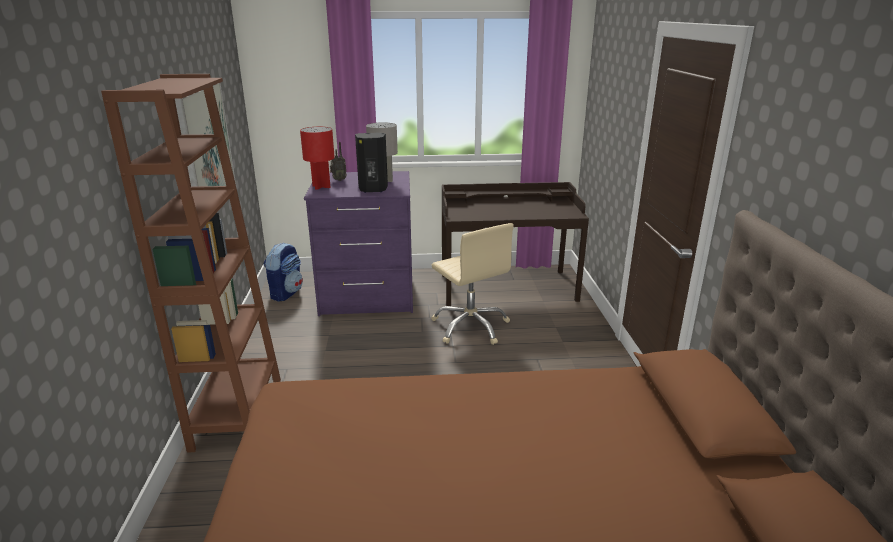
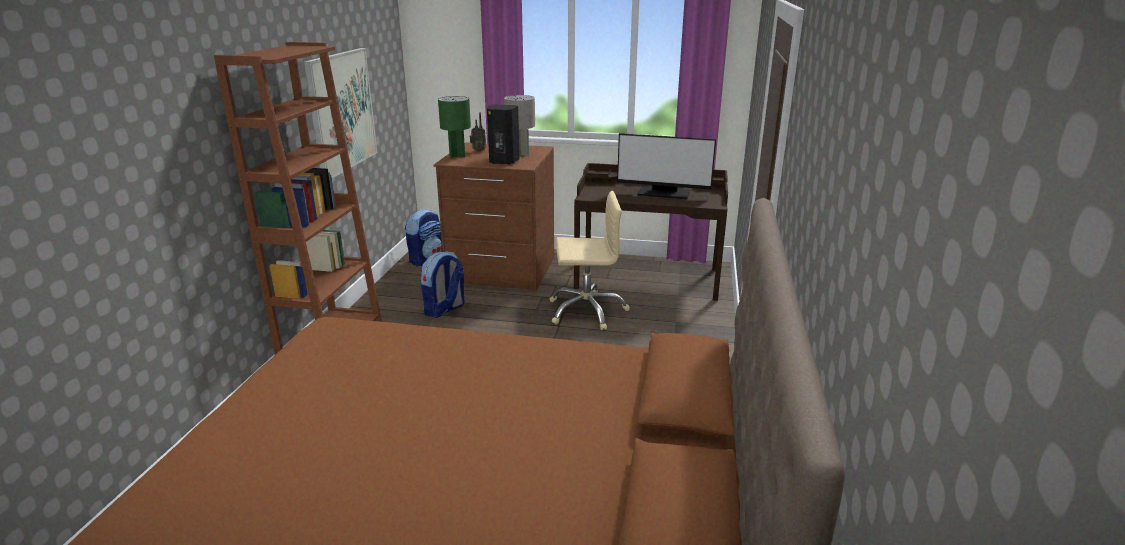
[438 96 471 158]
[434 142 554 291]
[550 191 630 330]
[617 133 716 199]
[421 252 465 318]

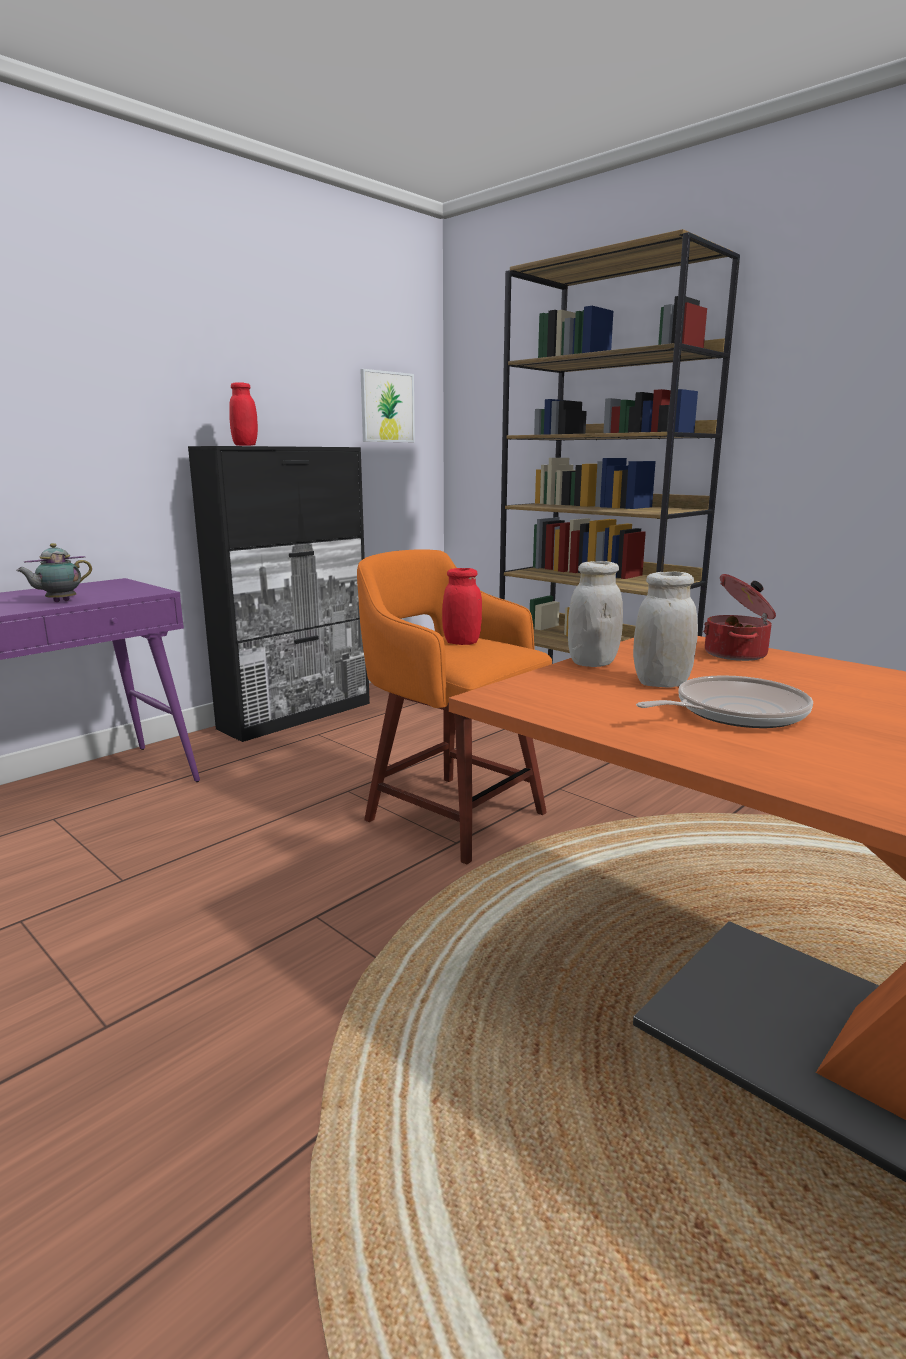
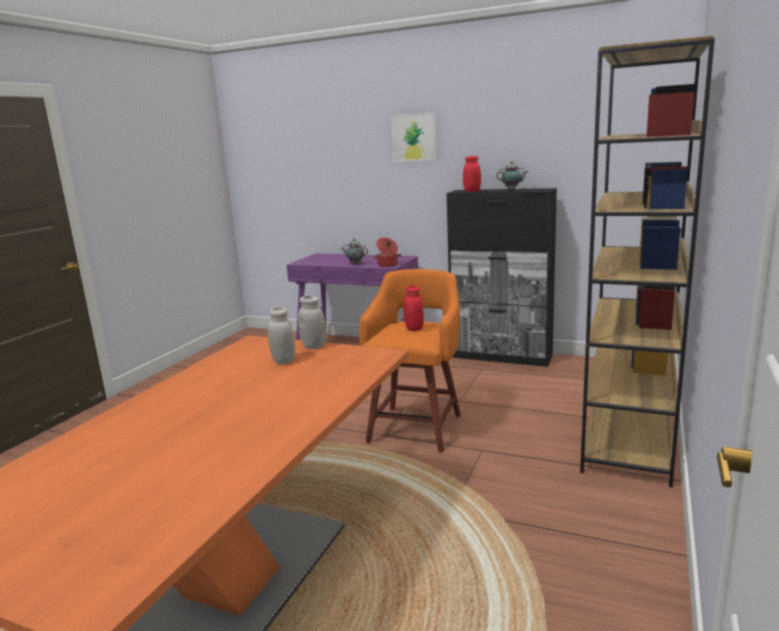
[391 112 437 162]
[373 237 402 267]
[636 675 813 728] (first image)
[496 161 528 190]

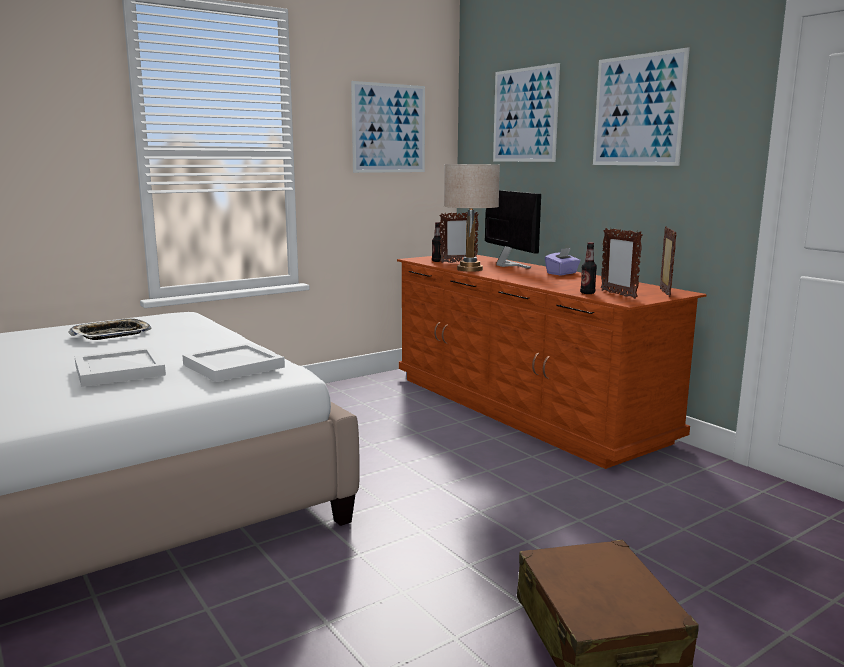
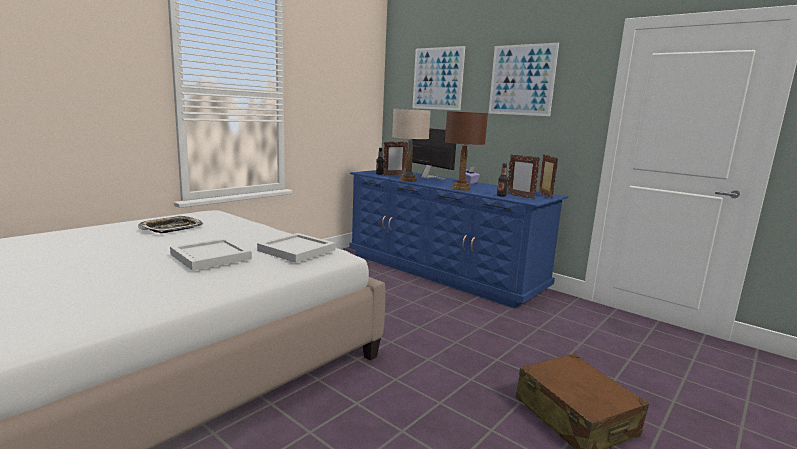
[351 81 425 173] (first image)
[349 169 568 308]
[445 111 488 191]

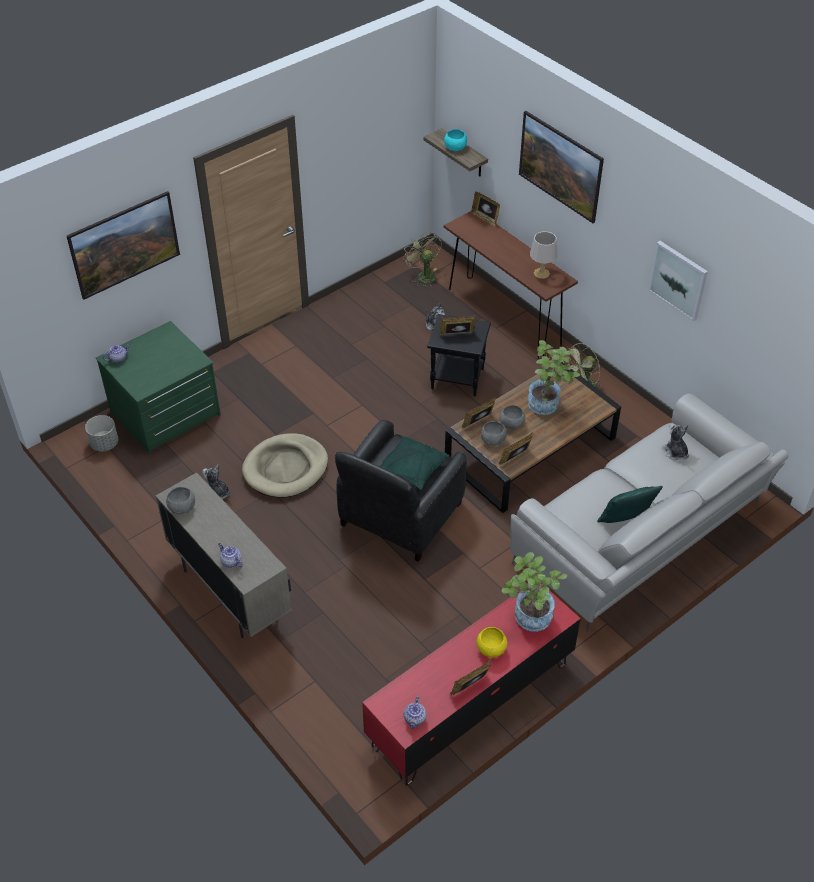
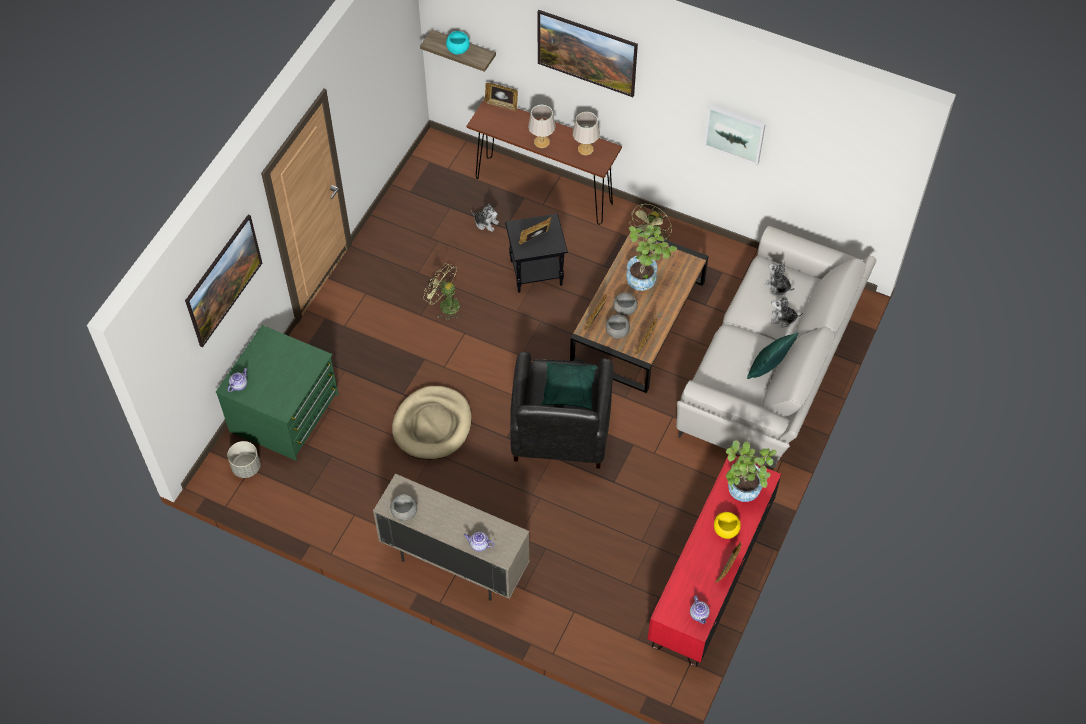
[423 263 461 320]
[771 293 803 327]
[528 105 556 148]

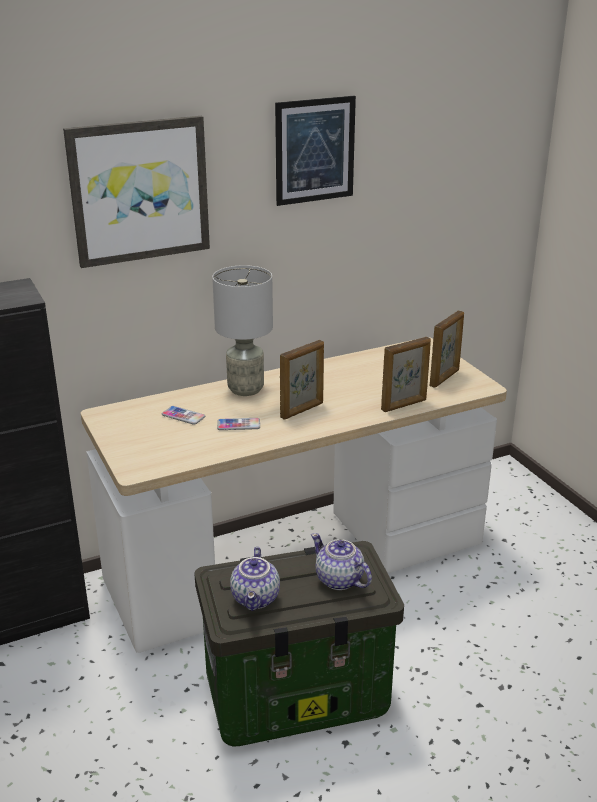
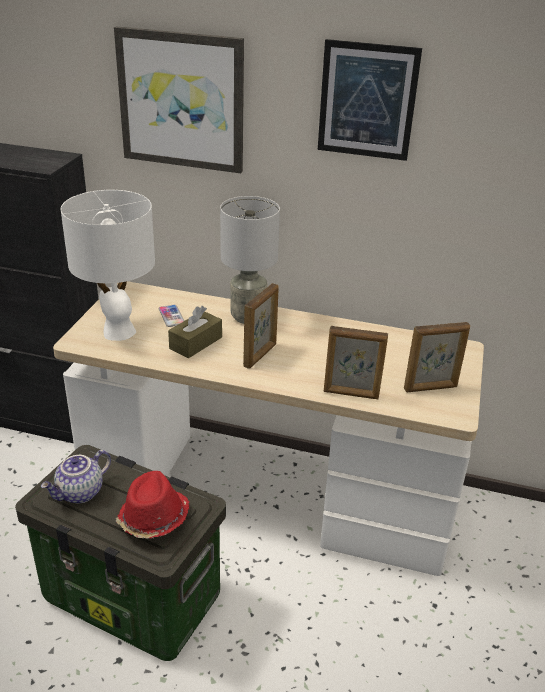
[243 283 279 369]
[168 306 222 358]
[115 471 189 538]
[61 190 155 341]

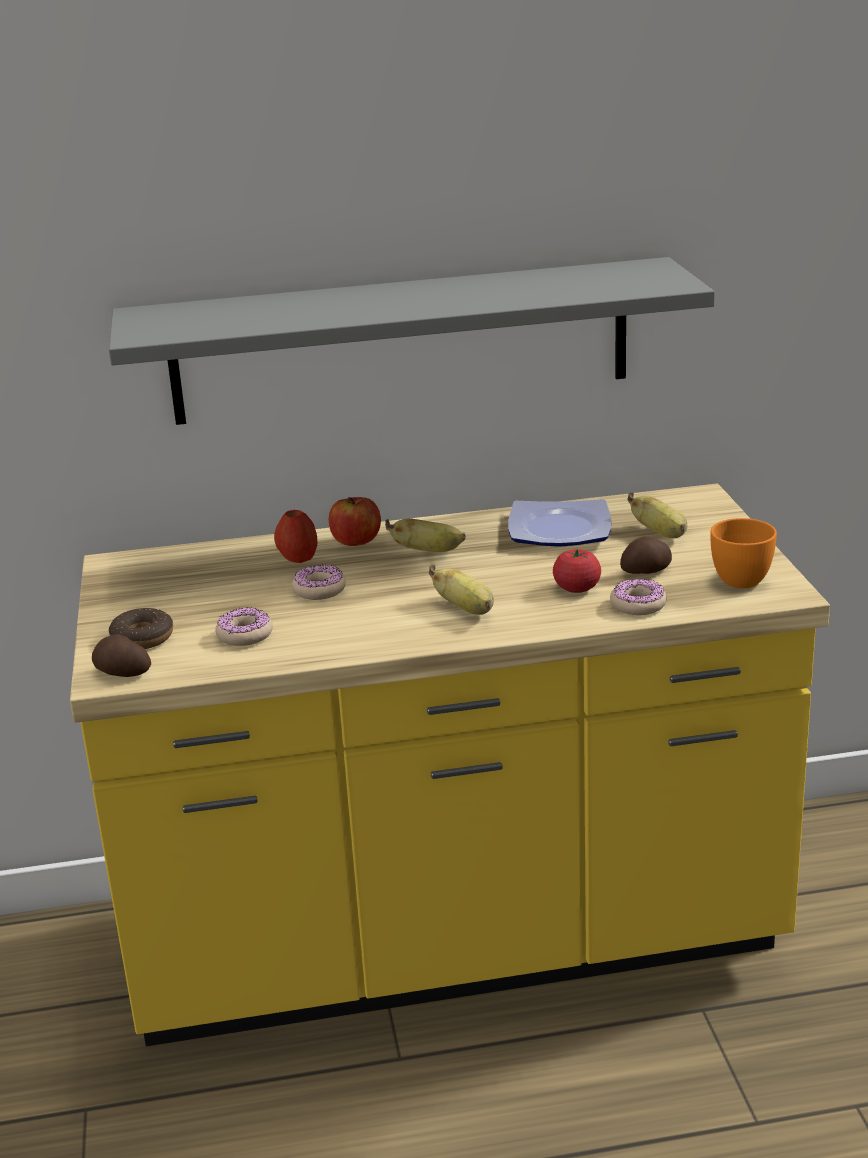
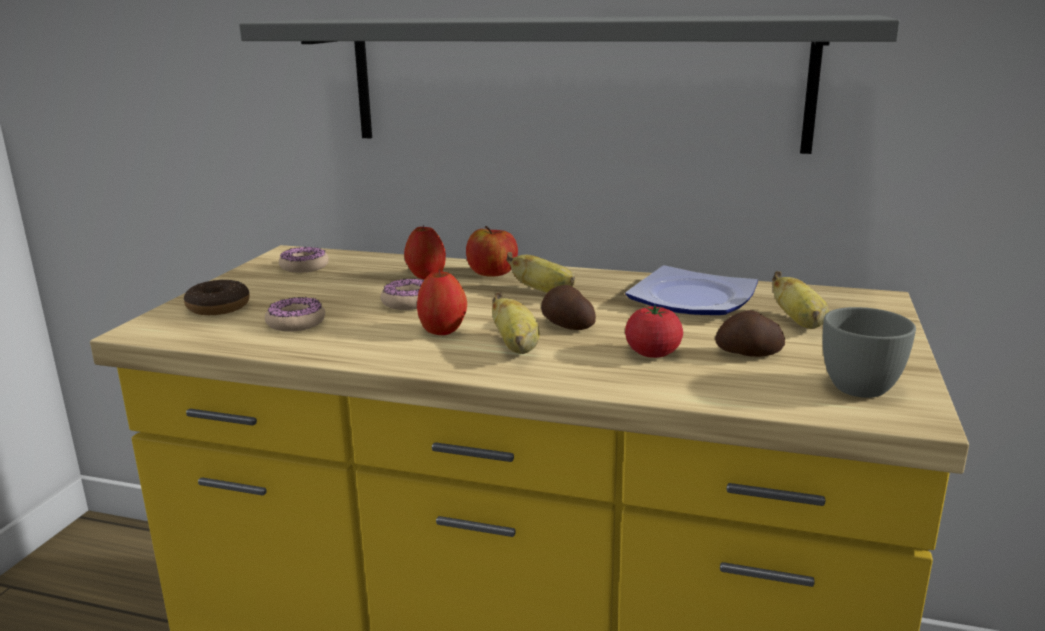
[823 307 916 398]
[279 246 329 273]
[541 285 596 330]
[417 269 467 335]

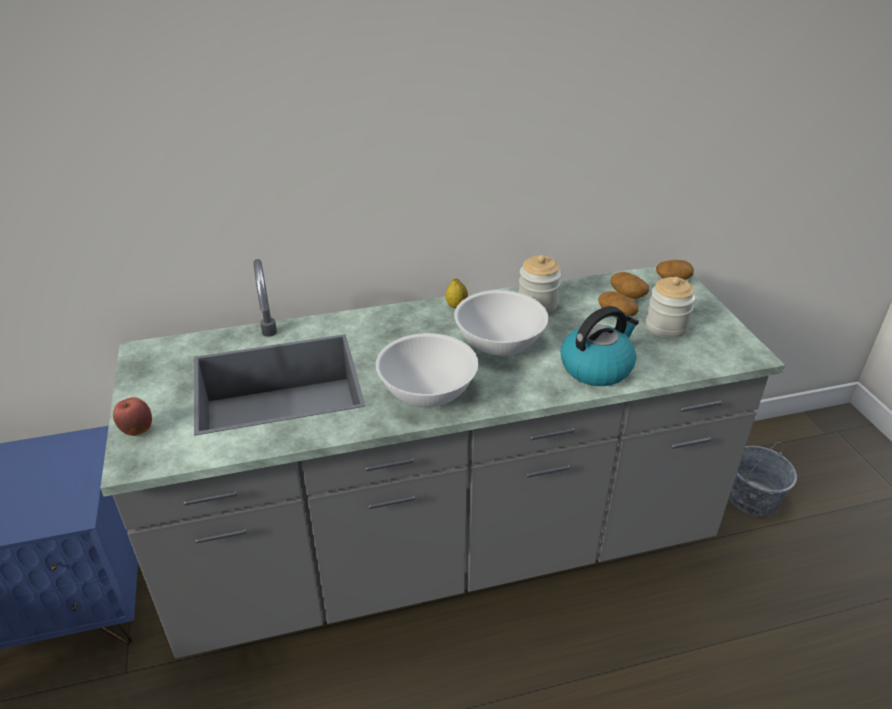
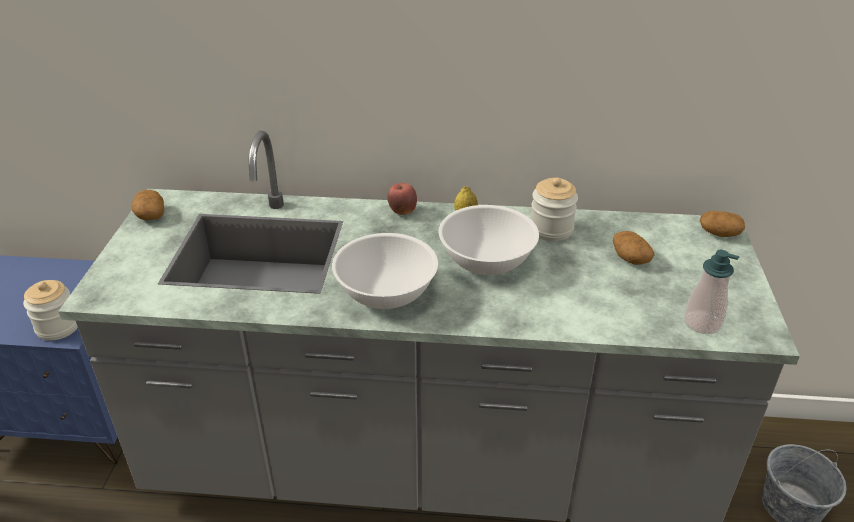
[131 190 164 220]
[23 280 78 341]
[561 306 639 386] (first image)
[388 183 417 215]
[684 250 739 334]

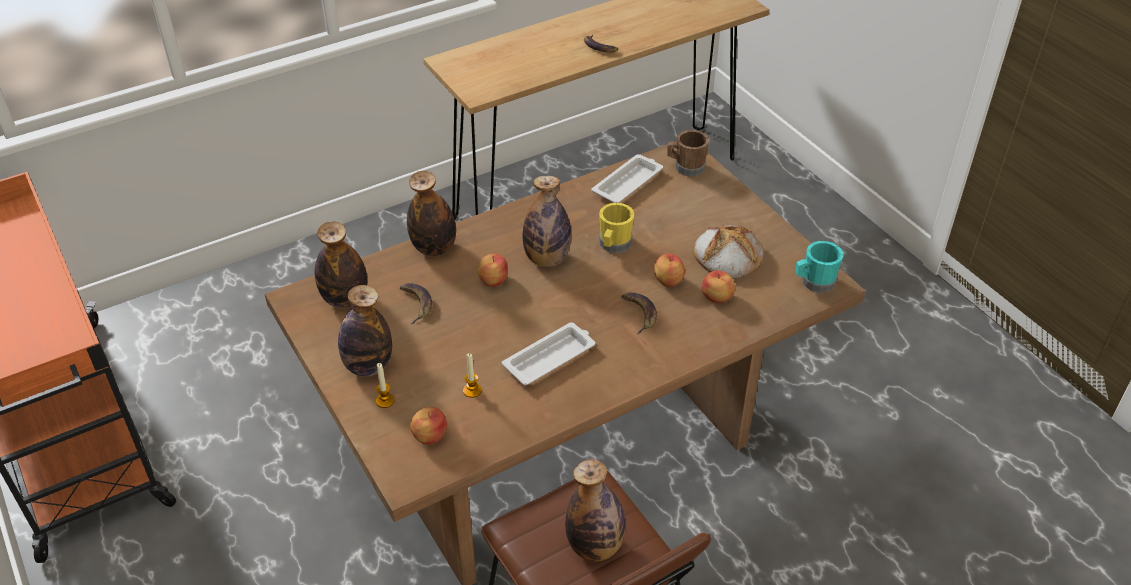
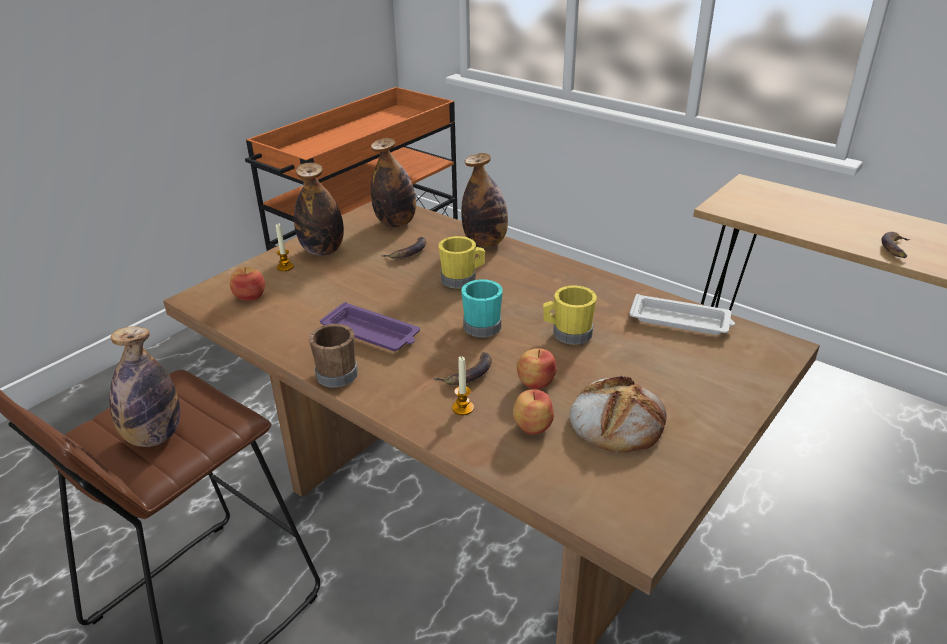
[309 324 358 388]
[523 175 571 267] (first image)
[461 280 503 338]
[439 236 485 289]
[320 302 420 351]
[452 356 474 415]

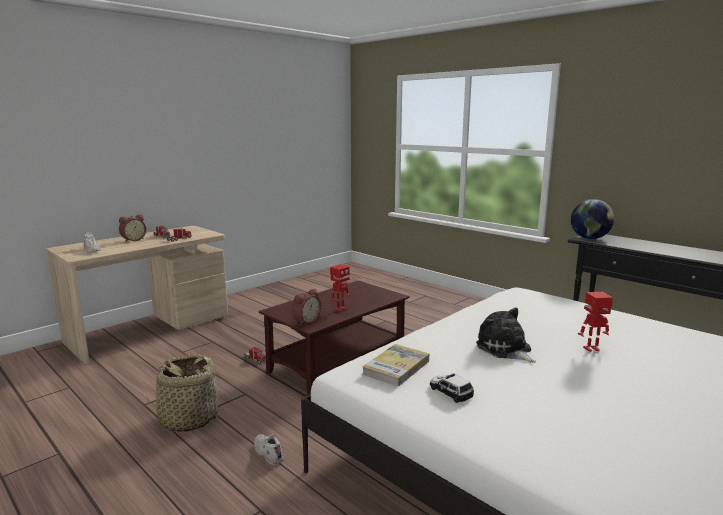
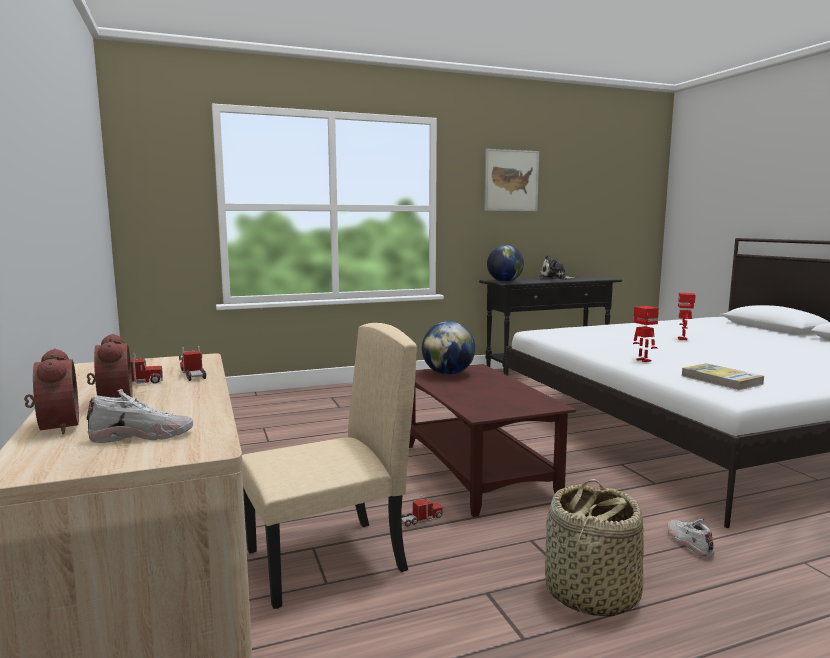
[633 306 659 362]
[24 348 79 434]
[539 255 575 280]
[430 373 474 403] (first image)
[668 519 715 558]
[484 149 539 211]
[422 321 475 375]
[242 323 417 609]

